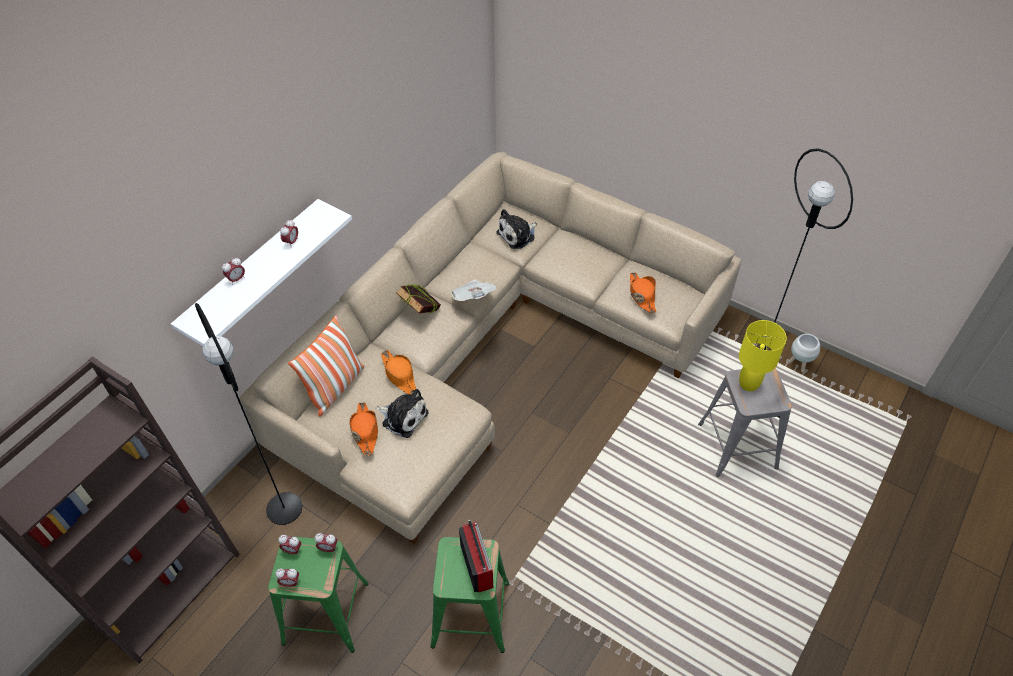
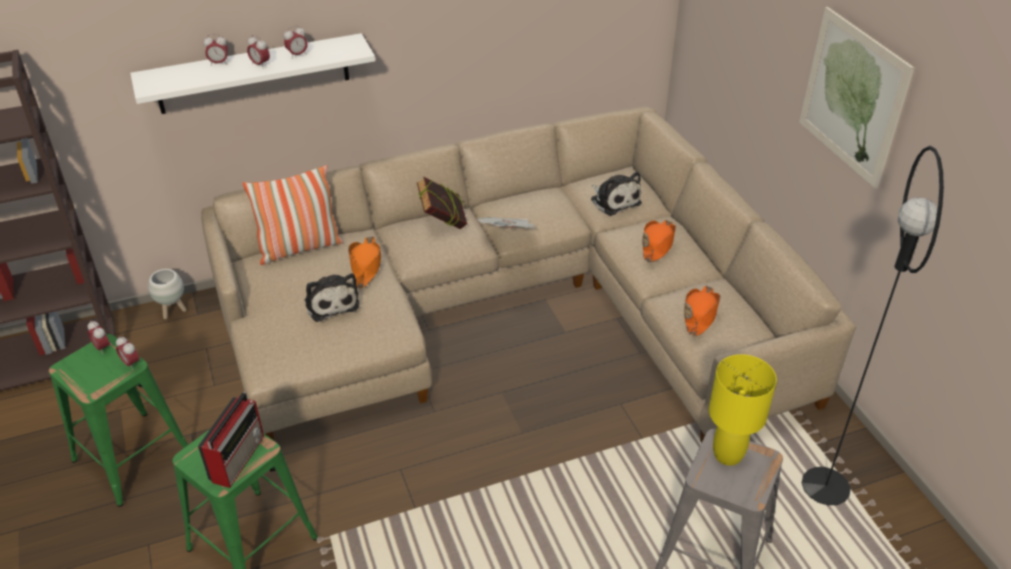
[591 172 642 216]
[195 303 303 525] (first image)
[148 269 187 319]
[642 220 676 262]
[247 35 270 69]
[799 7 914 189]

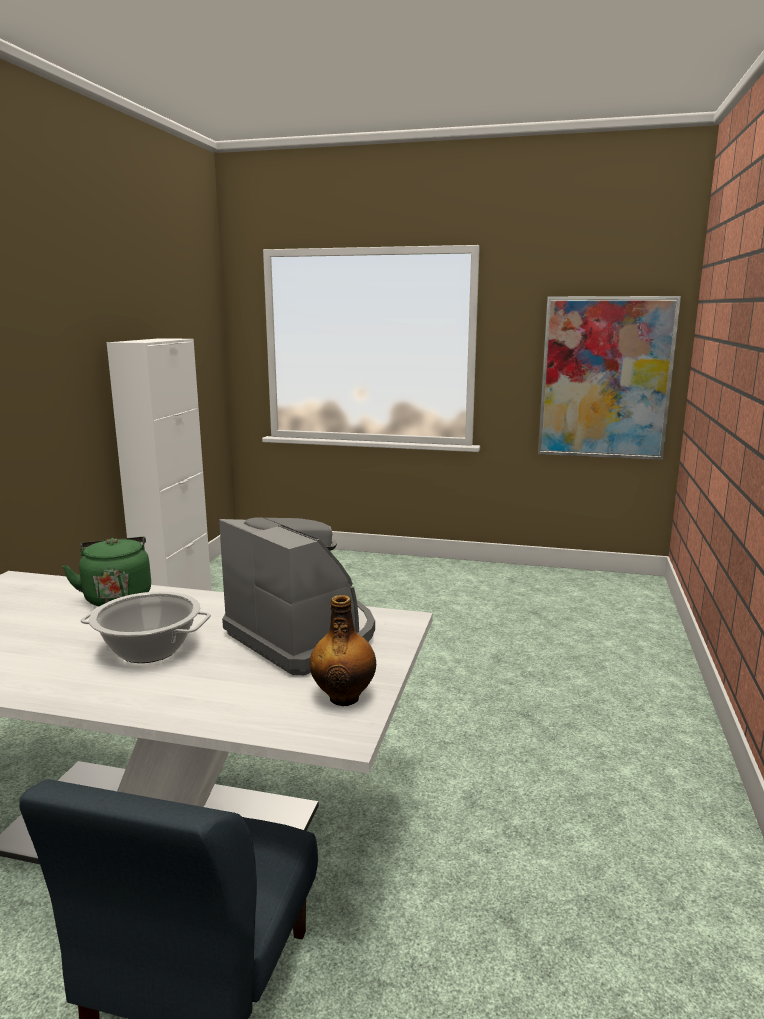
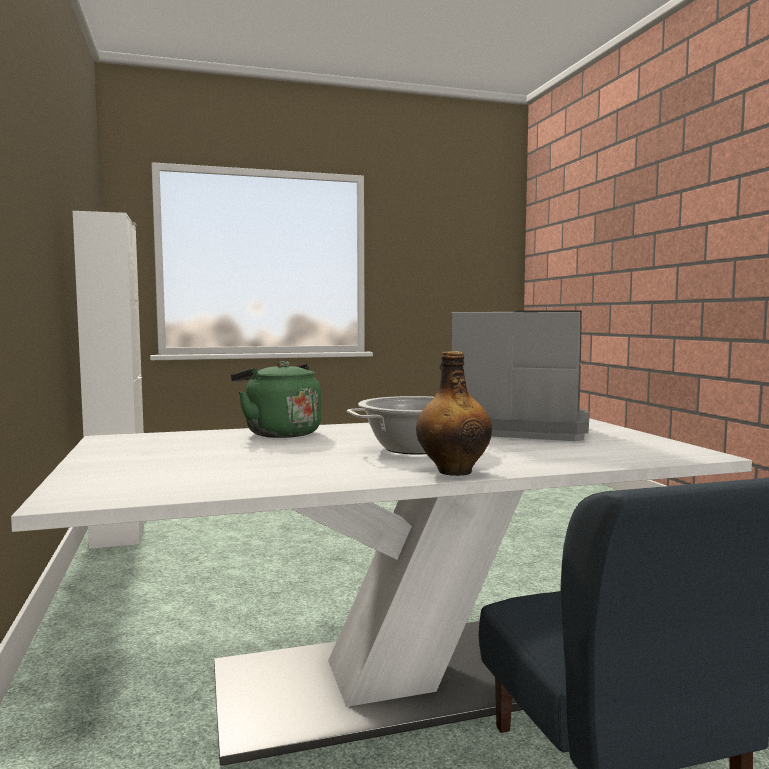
[538 296 681 460] (first image)
[416 351 492 476]

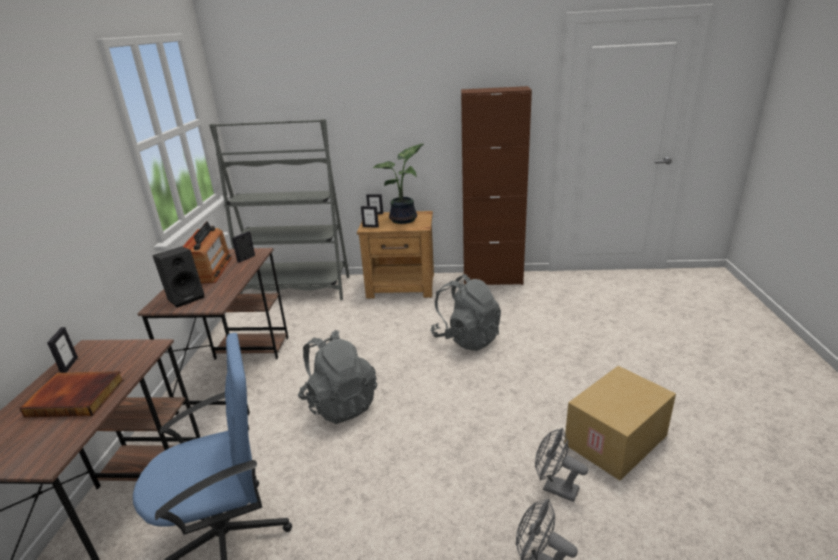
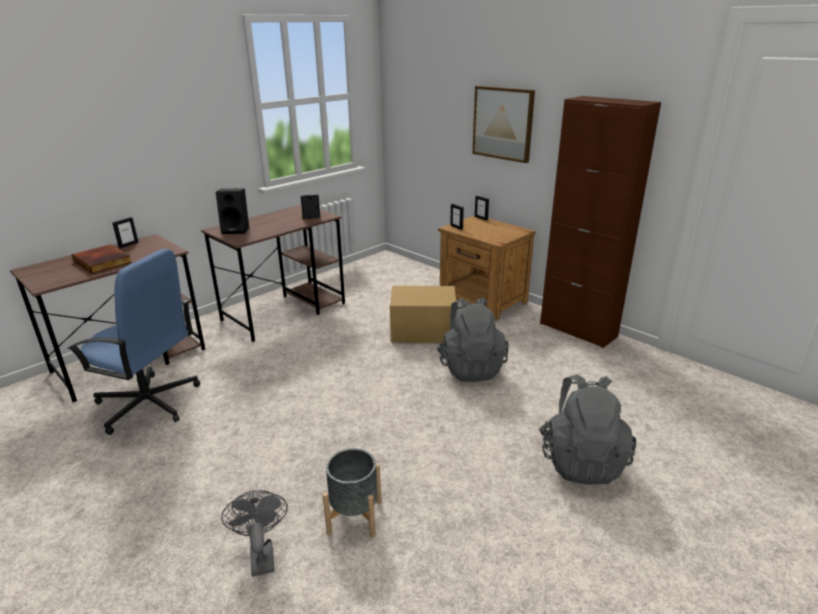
[209 119 349 300] (first image)
[373 144 424 224] (first image)
[182 221 232 284] (first image)
[539 374 636 484]
[390 286 457 343]
[323 448 381 538]
[472 86 535 163]

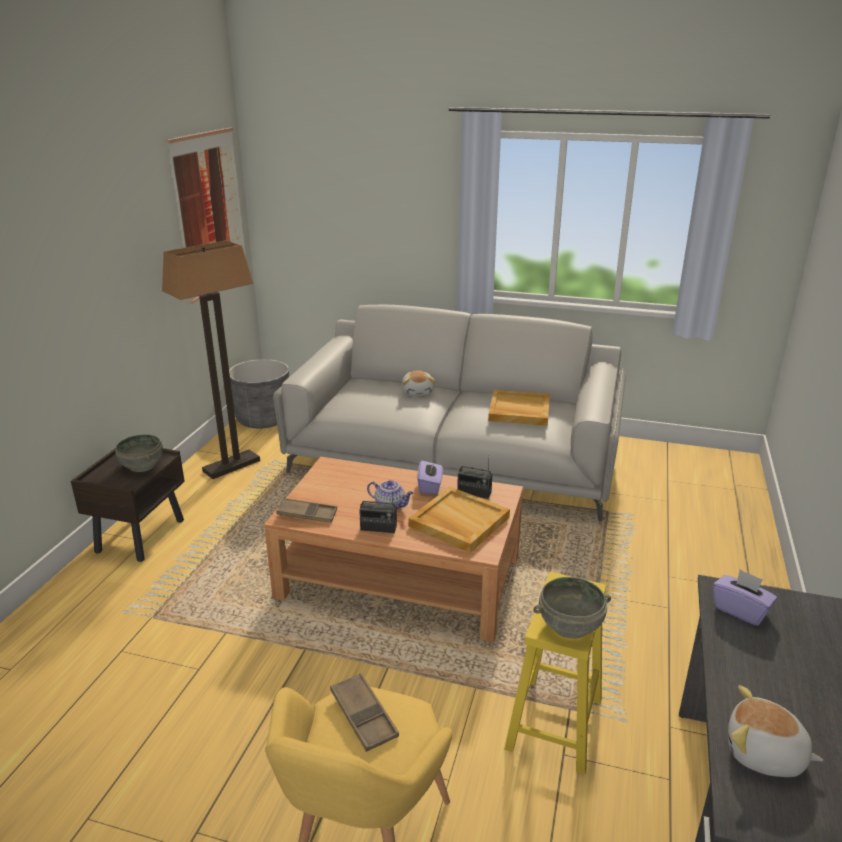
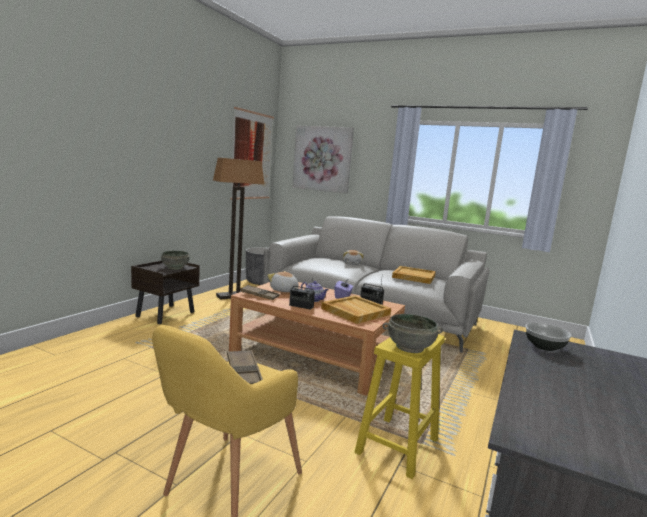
[525 323 571 351]
[267 271 299 292]
[292 126 354 194]

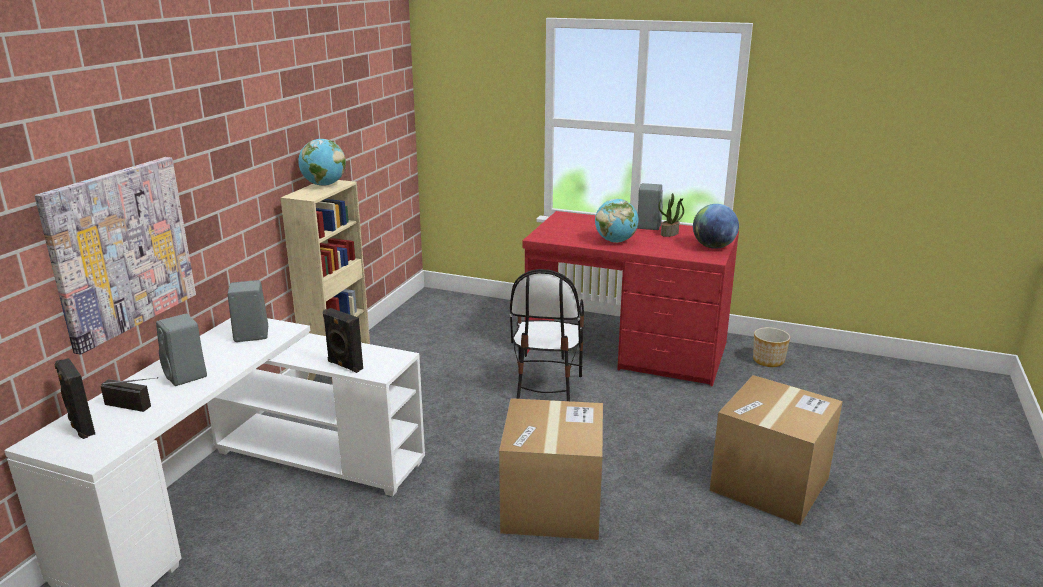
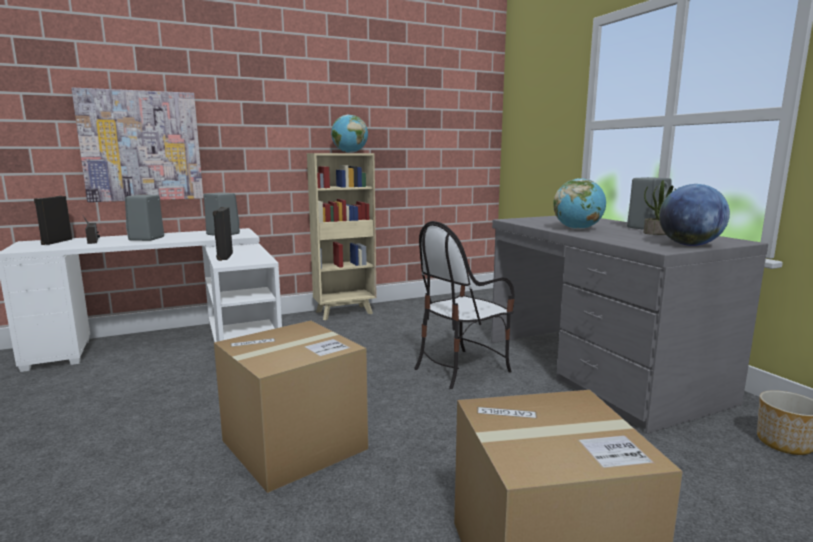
[491 216 768 434]

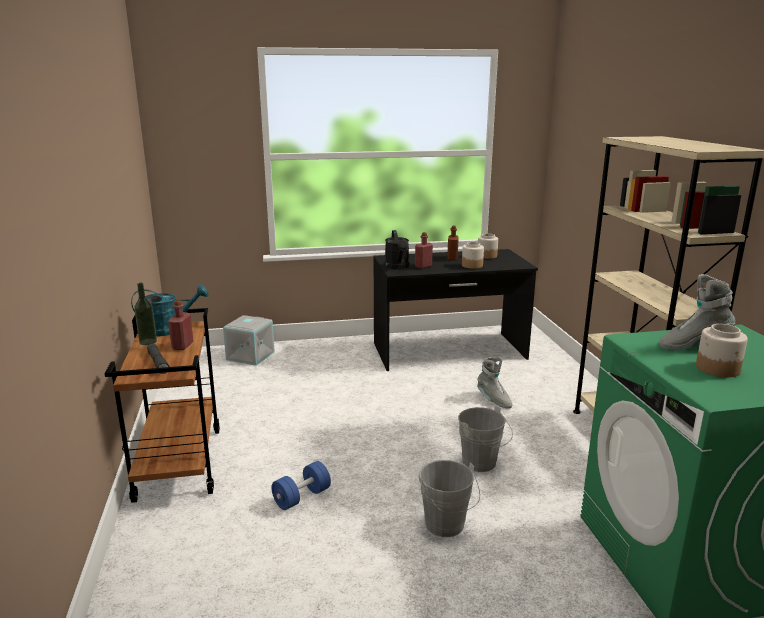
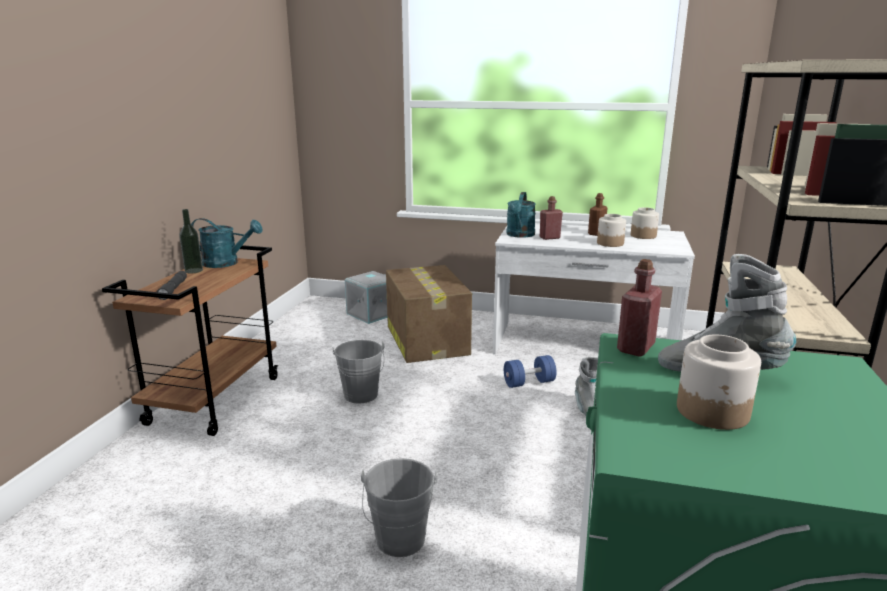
[506 192 536 238]
[493 223 695 354]
[617 259 662 356]
[333 340 385 404]
[504 355 556 388]
[386 265 472 363]

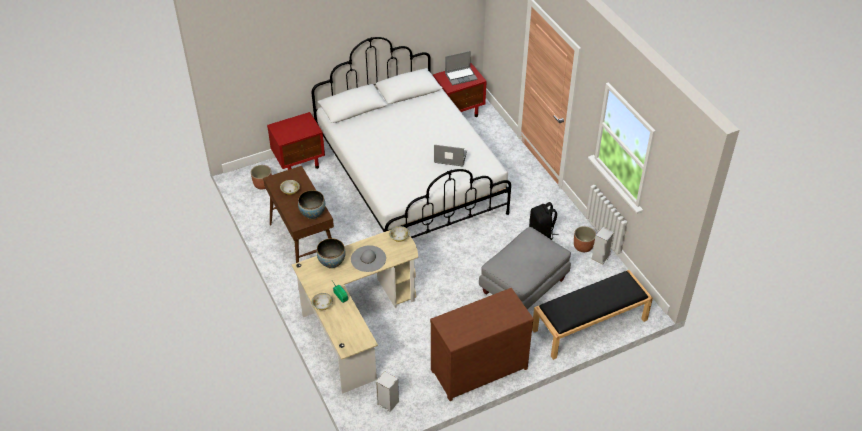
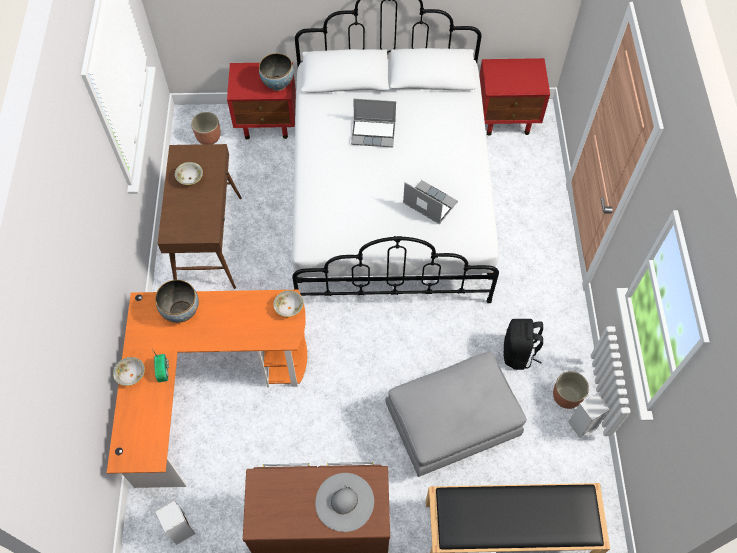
[351 99 396 148]
[259 53 294 91]
[107 290 307 488]
[315 473 374 532]

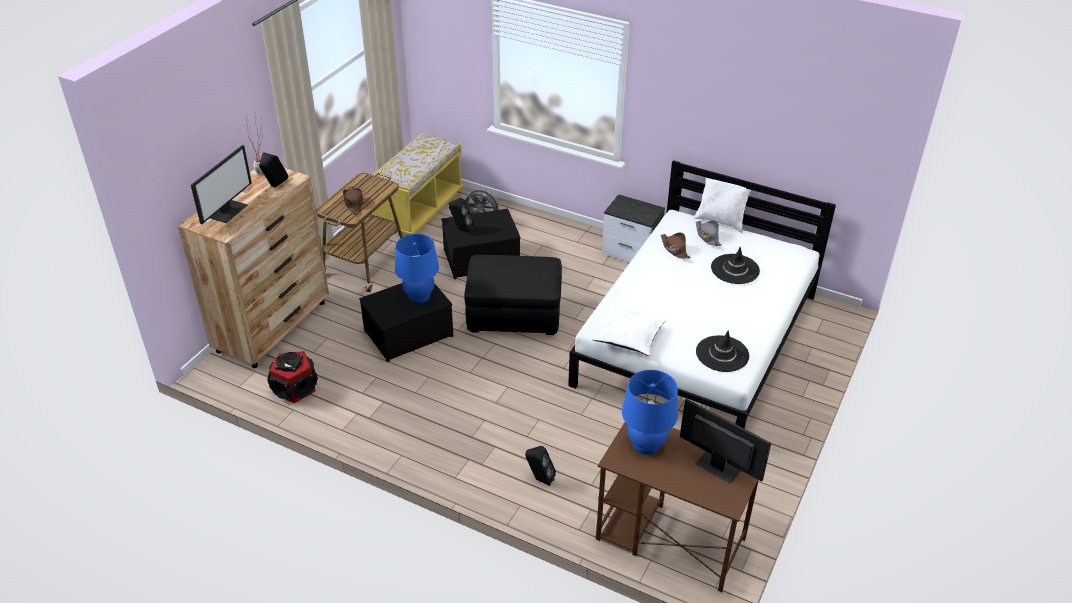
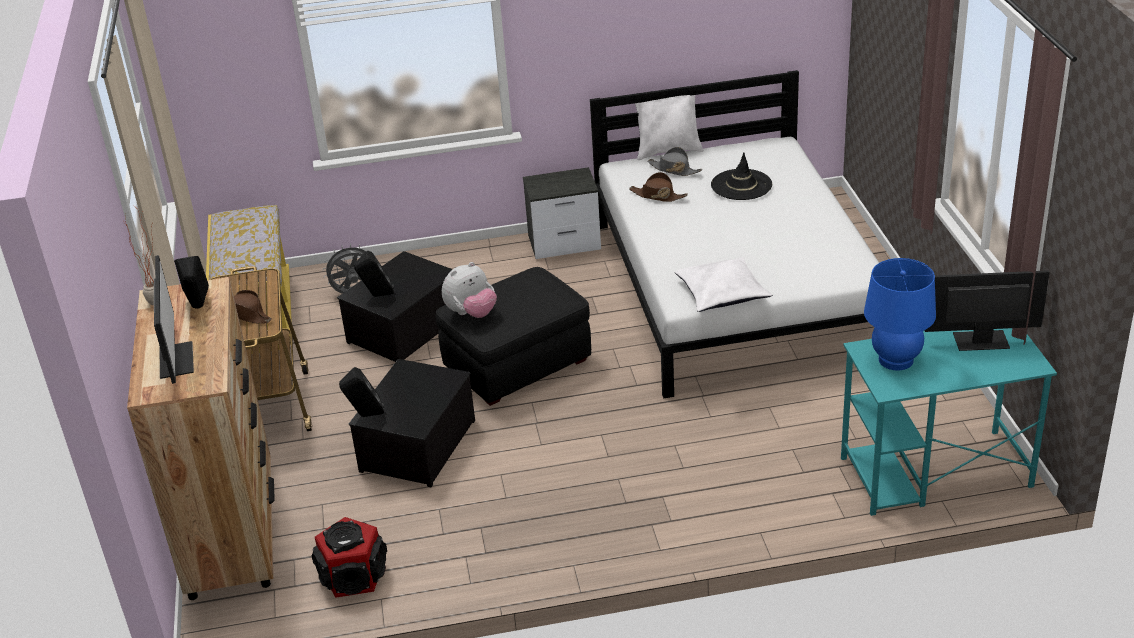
[395 234 439 303] (first image)
[696 330 749 372] (first image)
[841 328 1057 516]
[339 367 384 417]
[442 262 497 318]

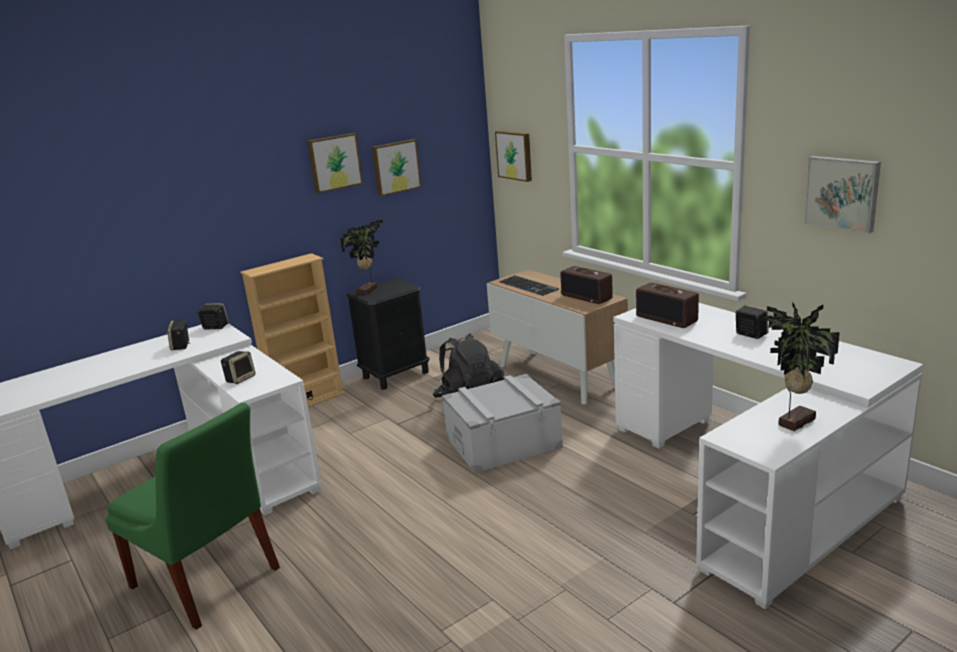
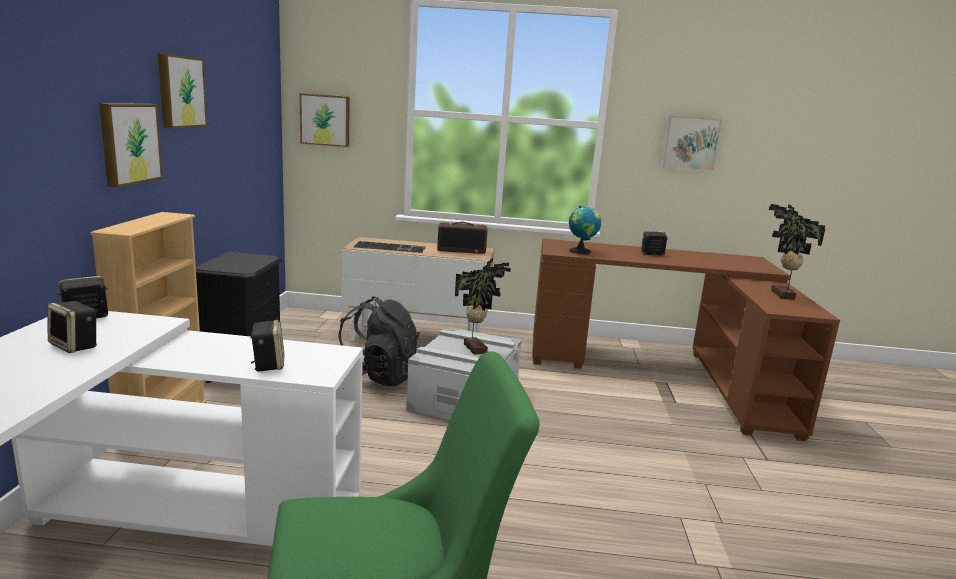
[99 103 163 187]
[455 258 511 355]
[569 206 601 254]
[532 239 840 441]

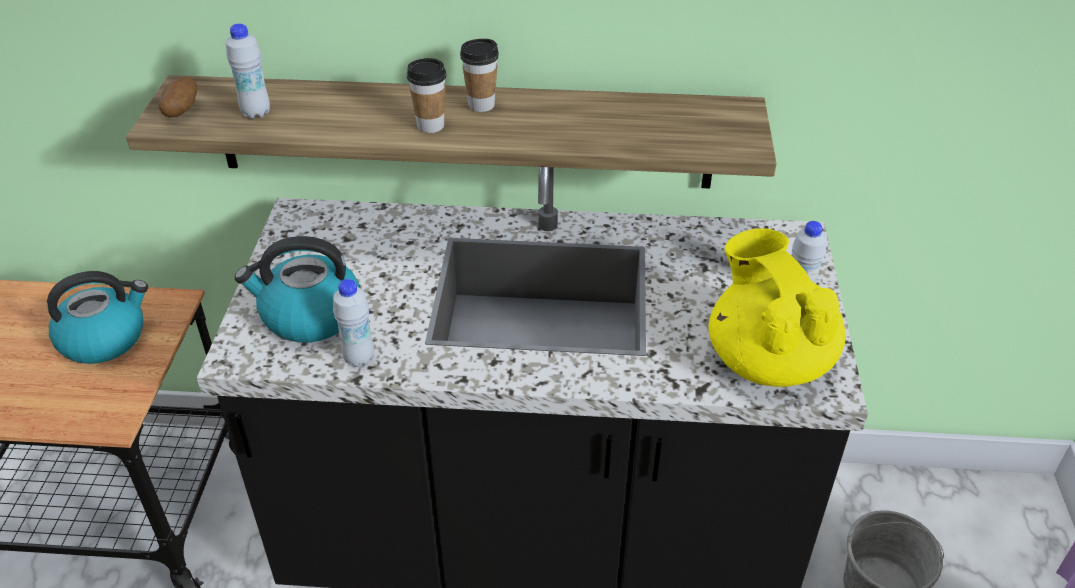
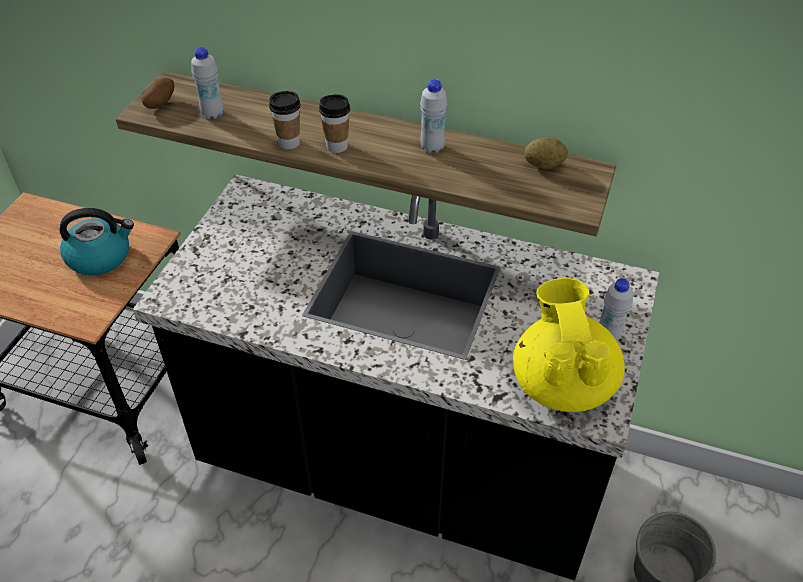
[269 91 300 149]
[234 236 360 343] (first image)
[420 79 447 153]
[524 137 568 169]

